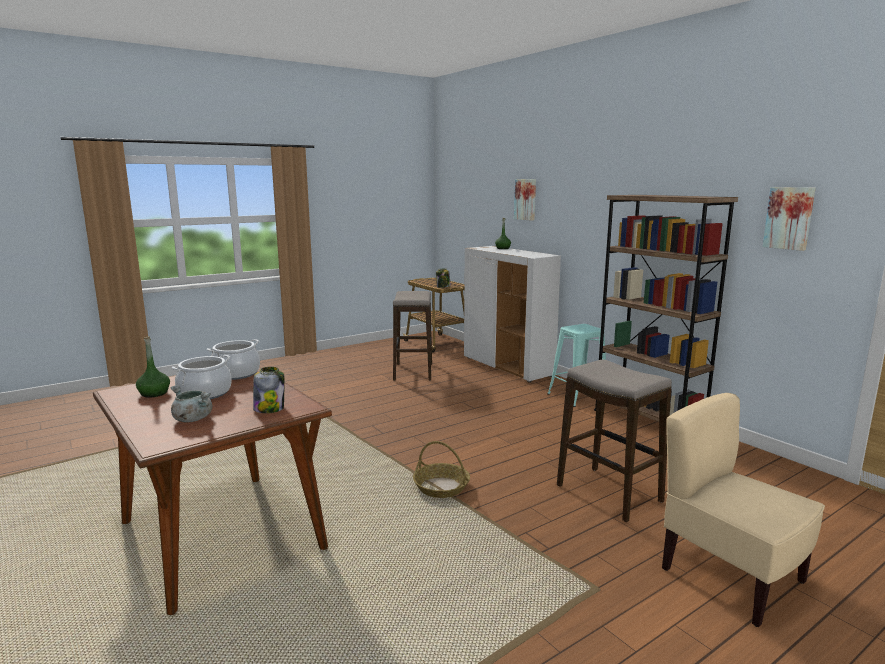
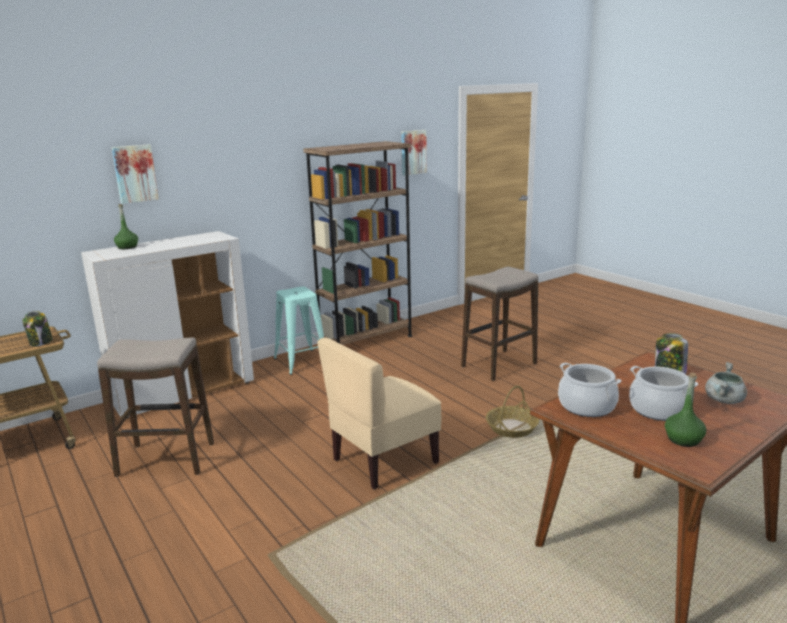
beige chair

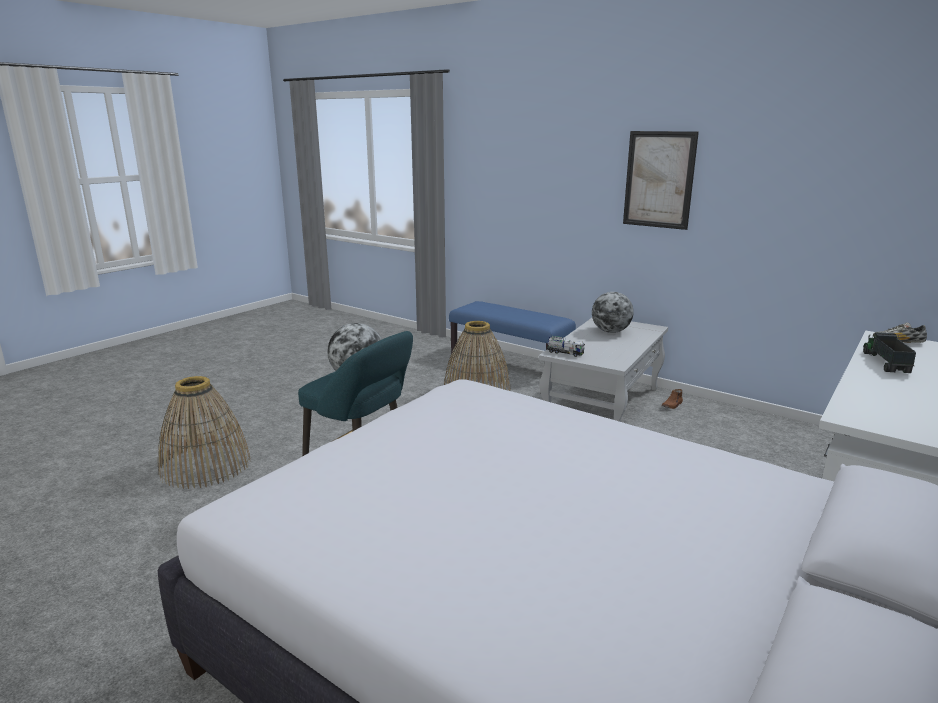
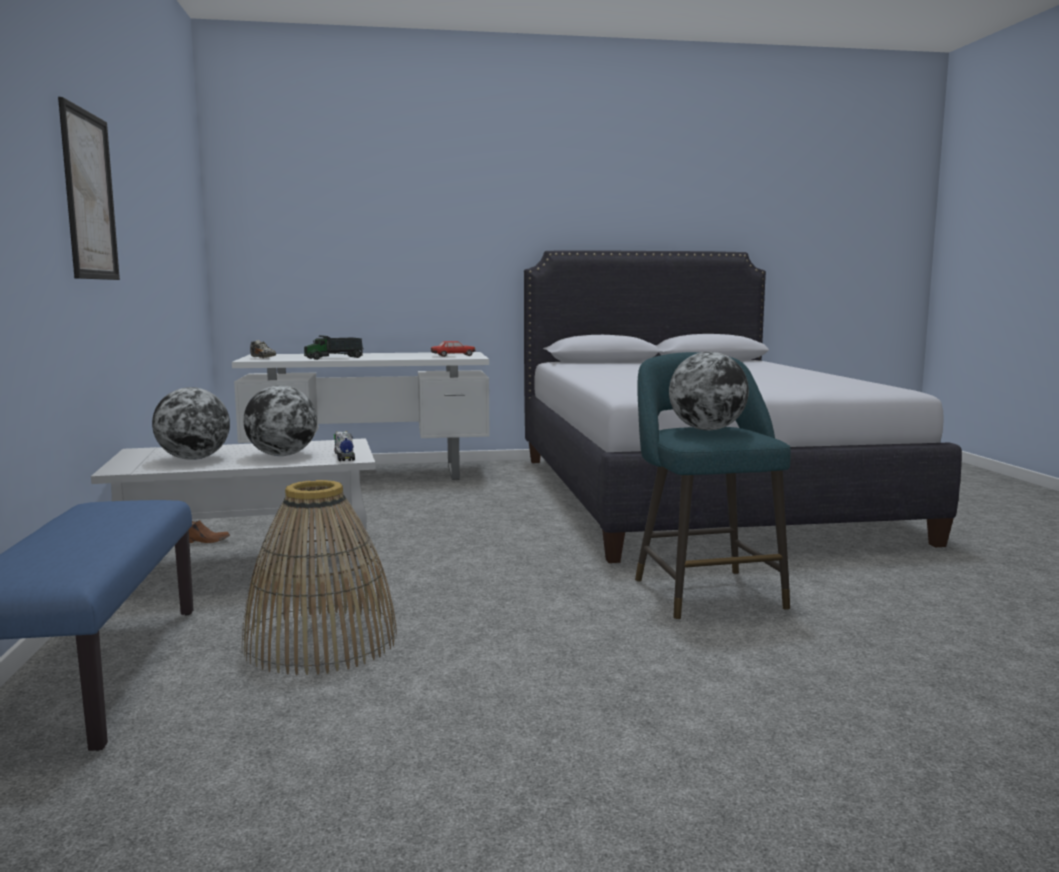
basket (no. 1 from left in the first image)
globe (no. 2 from left)
toy car

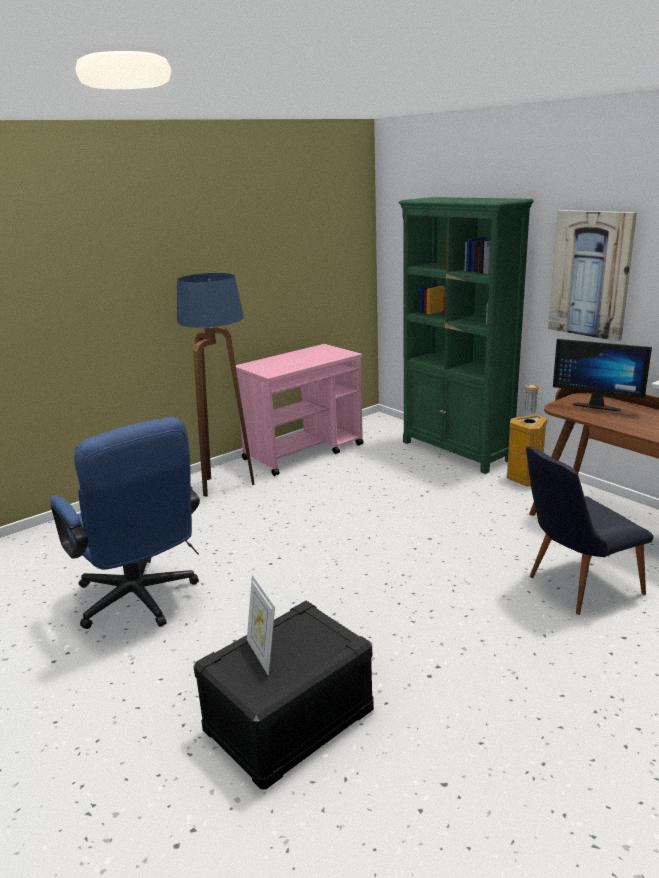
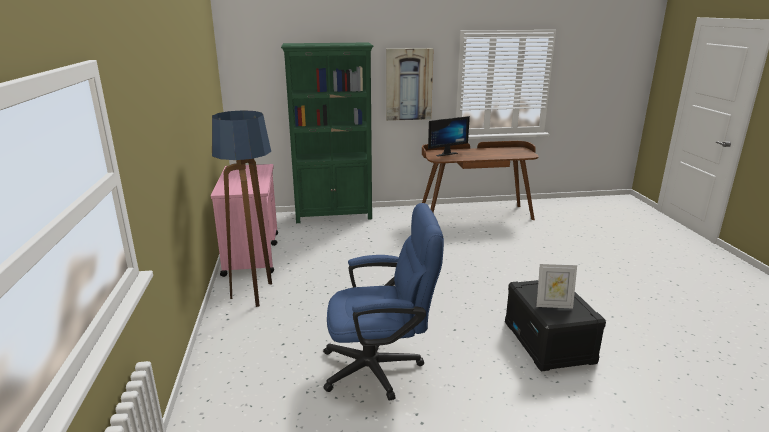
trash can
black chair

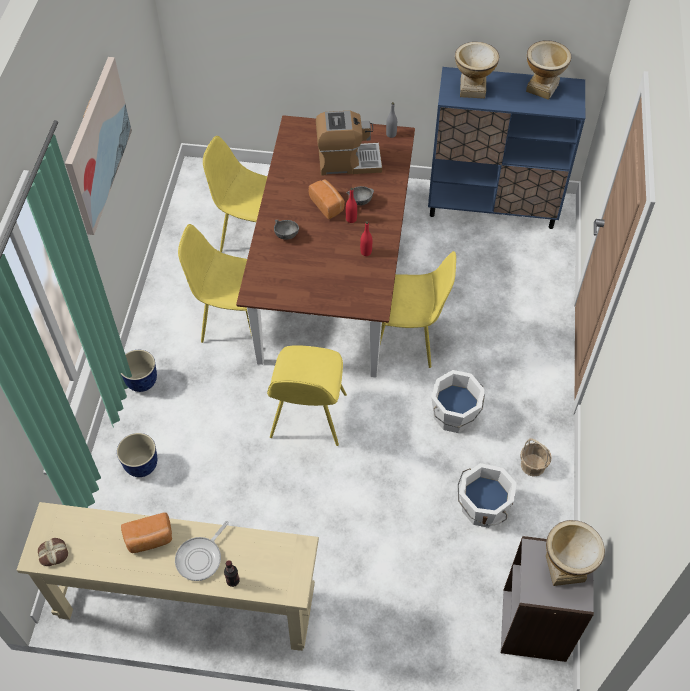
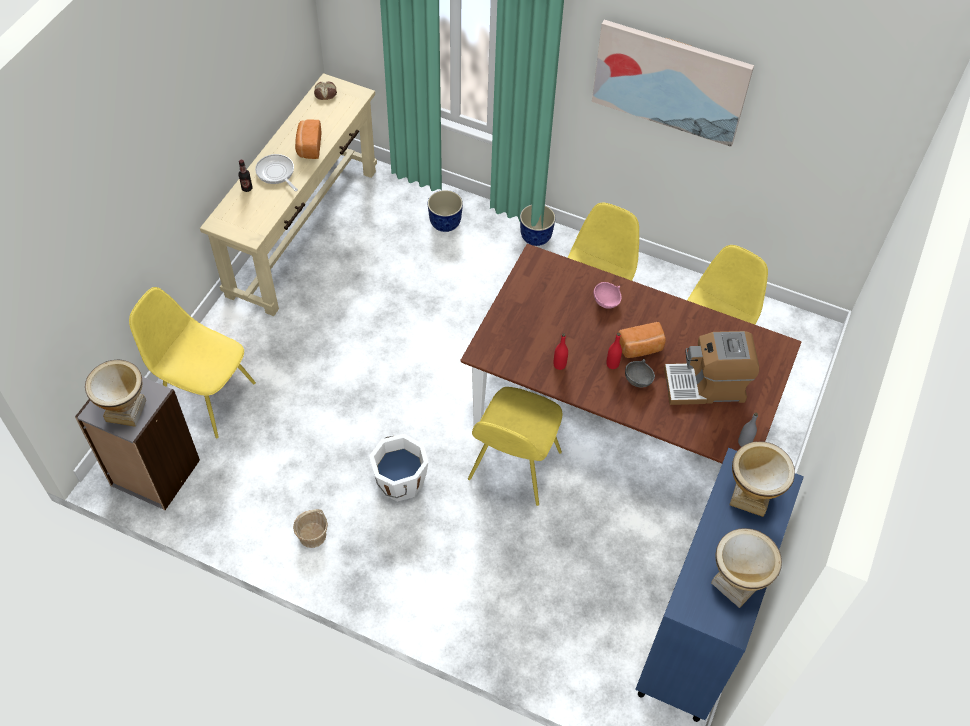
white bucket (no. 2 from left in the first image)
yellow chair (no. 1 from left)
pink bowl
coffee machine

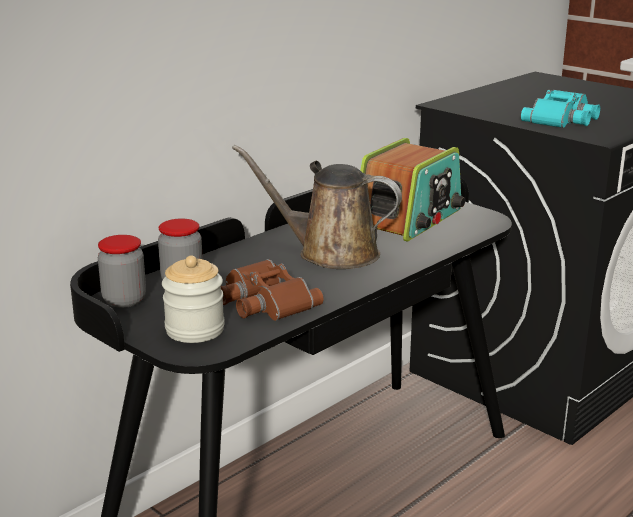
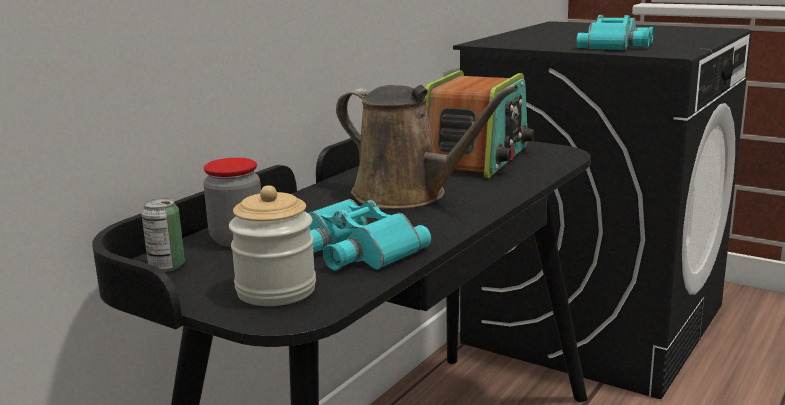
can
turquoise binoculars (no. 1 from left)
brown watering can

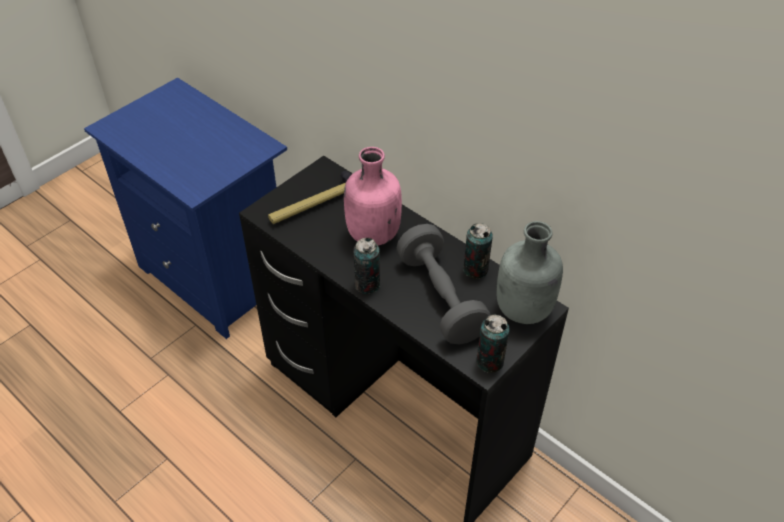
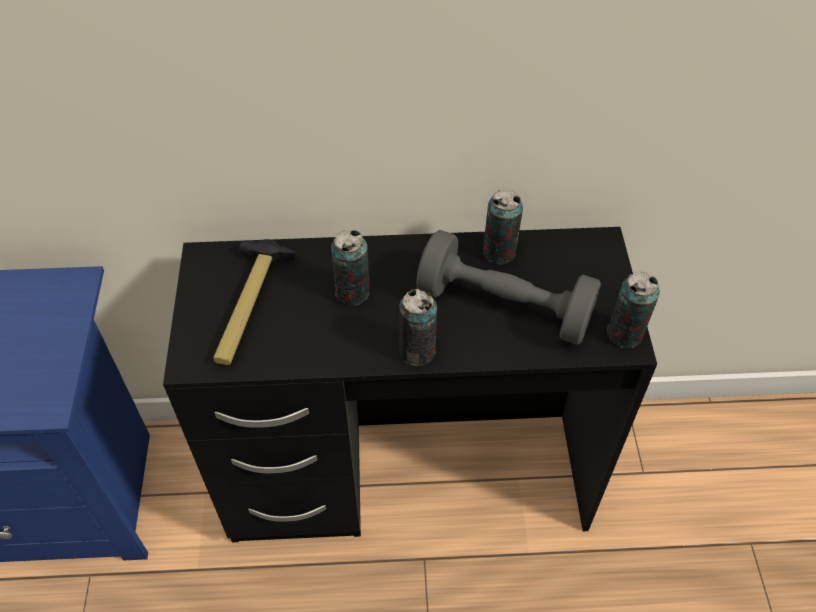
grey bottle
can (no. 1 from left)

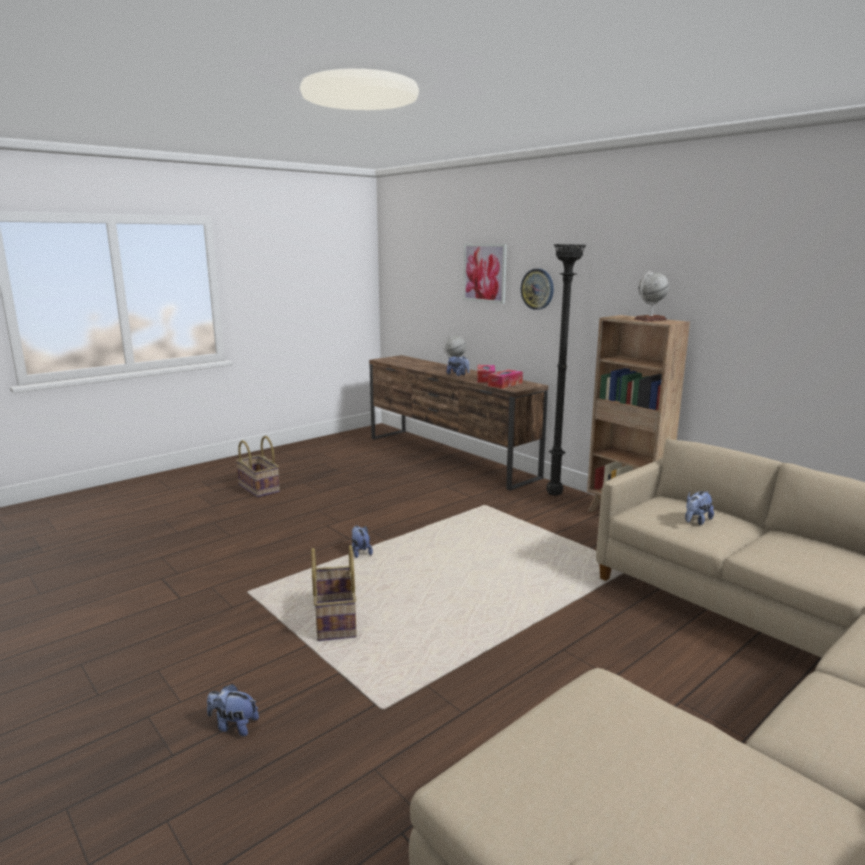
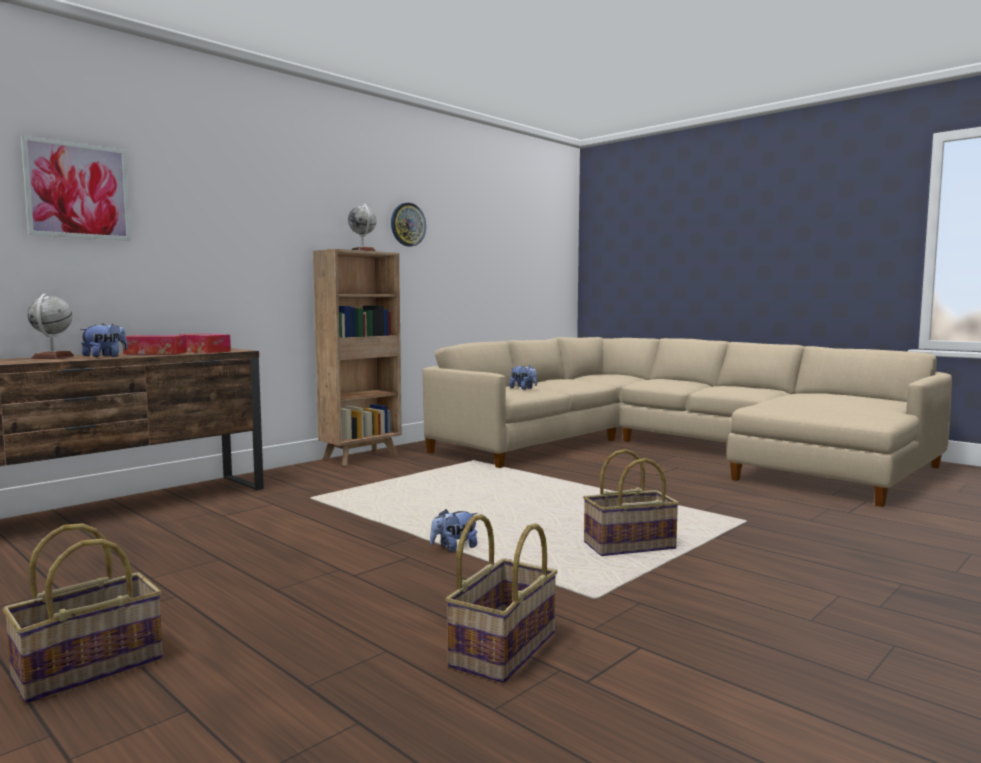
plush toy (no. 1 from left in the first image)
black floor lamp
basket (no. 2 from left)
wall clock

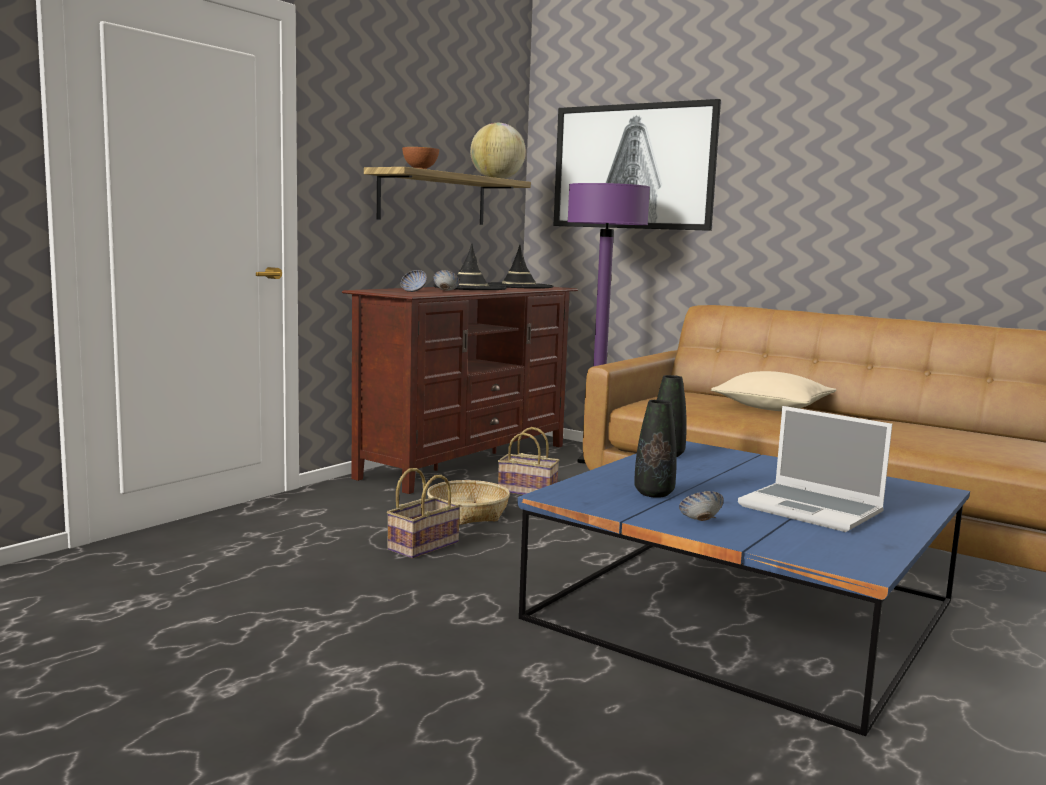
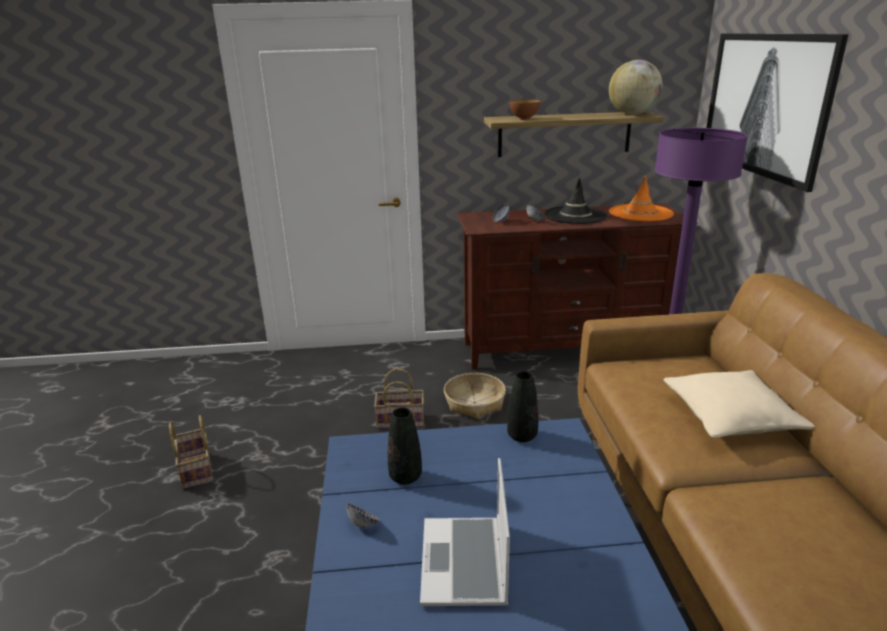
basket (no. 1 from left)
orange hat

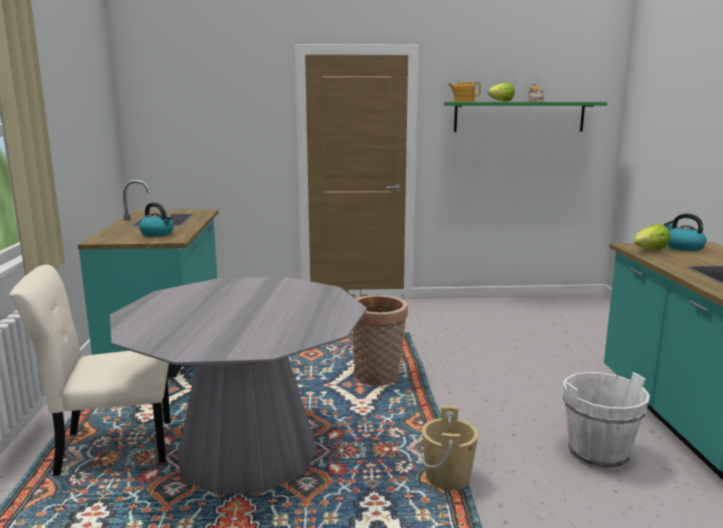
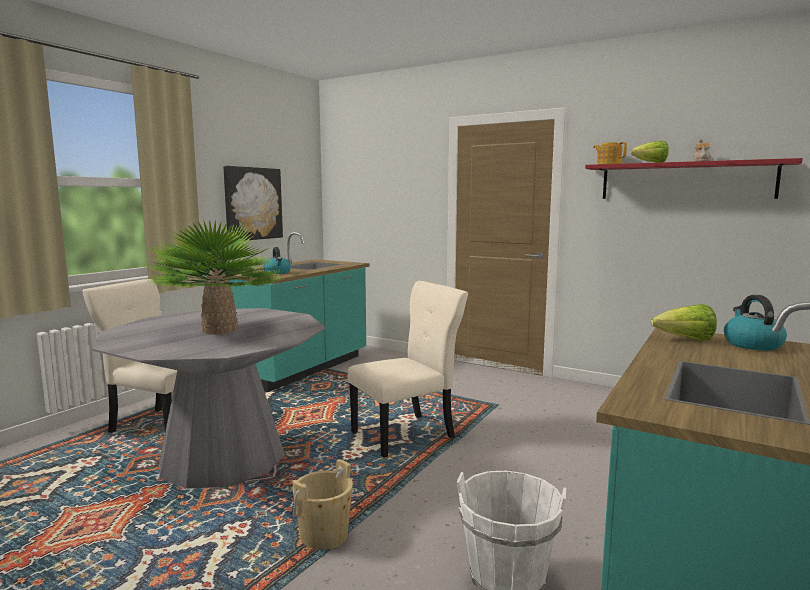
potted plant
picture
beige chair (no. 2 from left)
red shelf

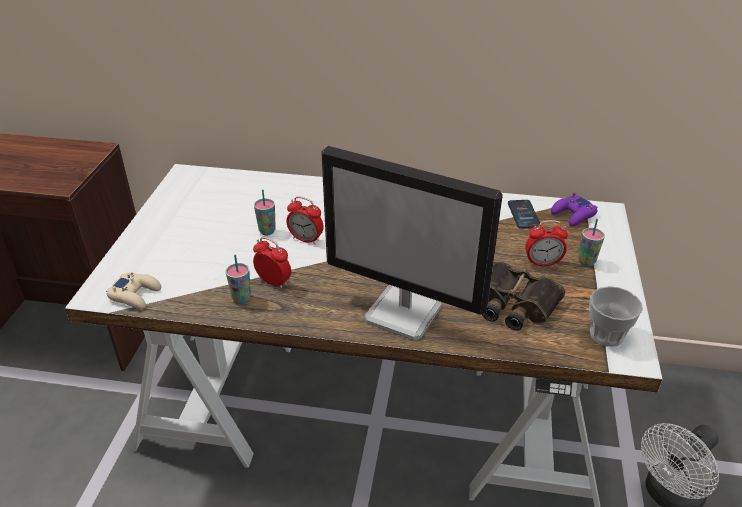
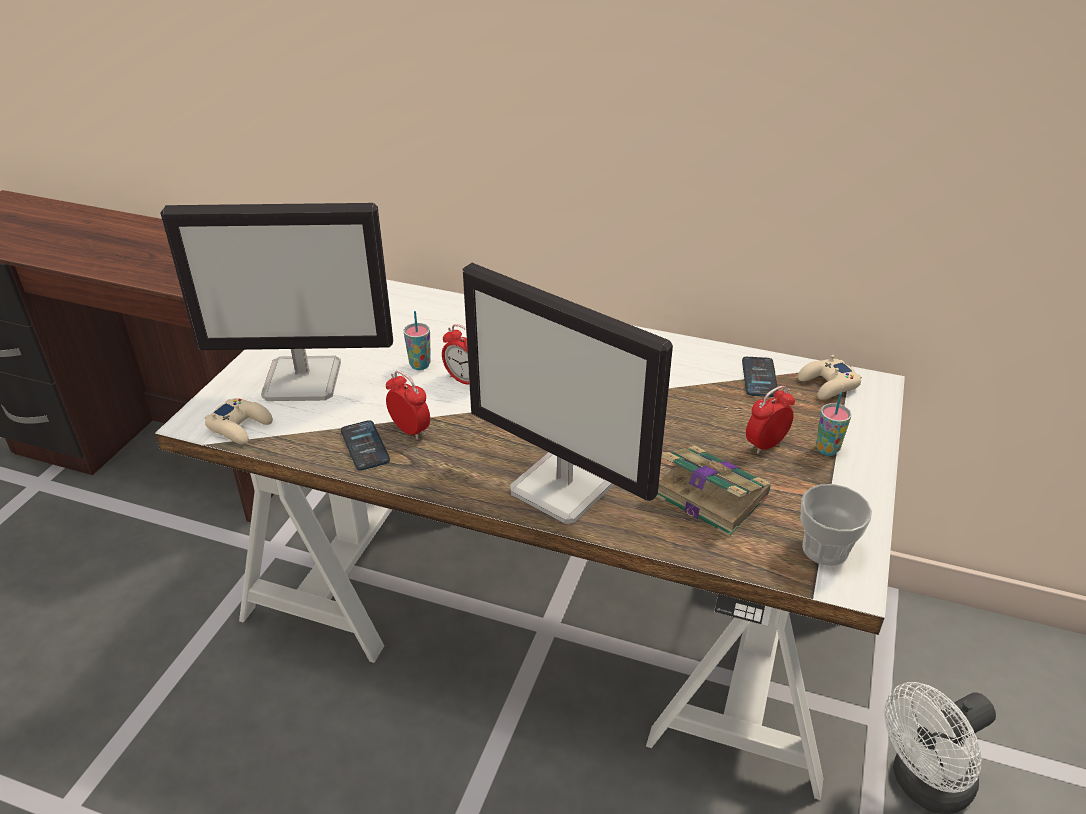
monitor (no. 1 from left)
phone (no. 1 from left)
book
beige game controller (no. 2 from left)
alarm clock (no. 3 from left)

